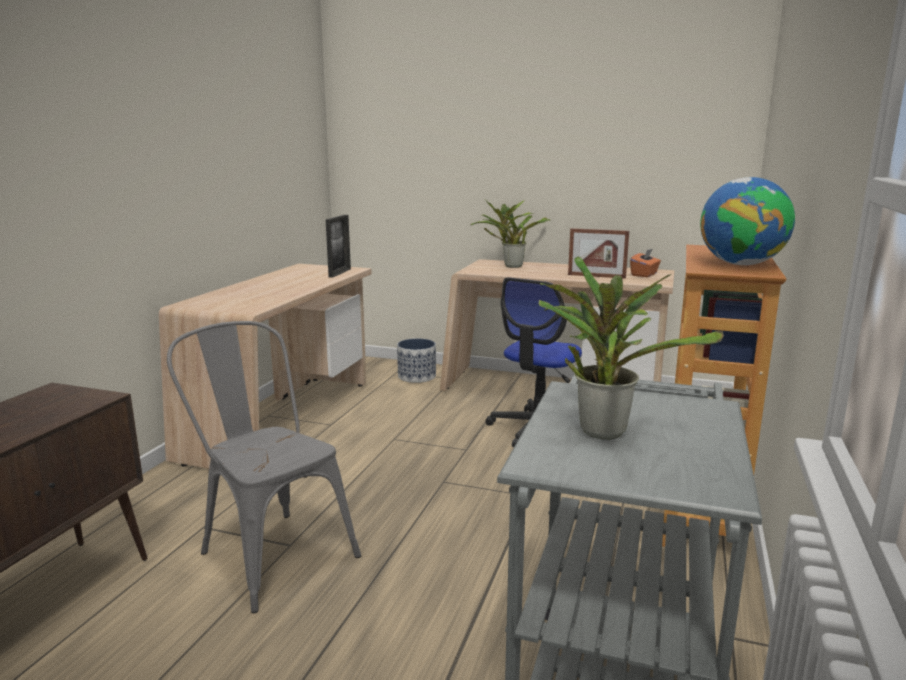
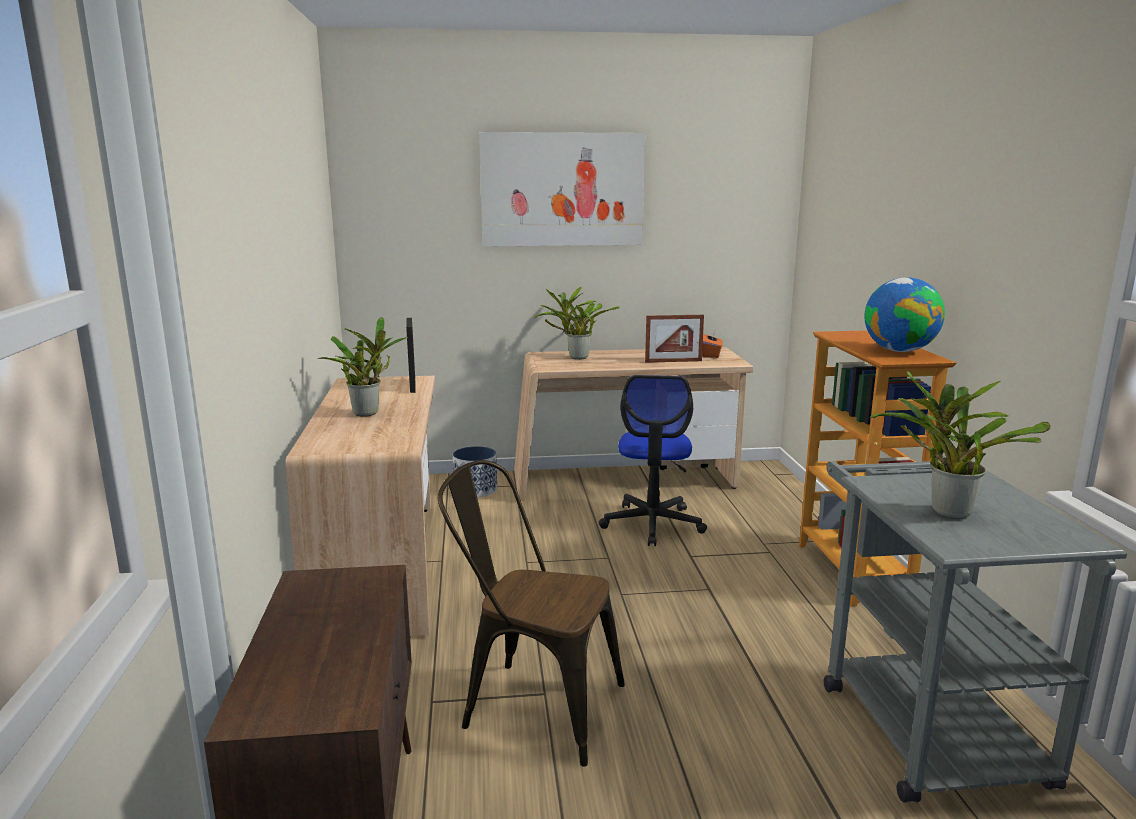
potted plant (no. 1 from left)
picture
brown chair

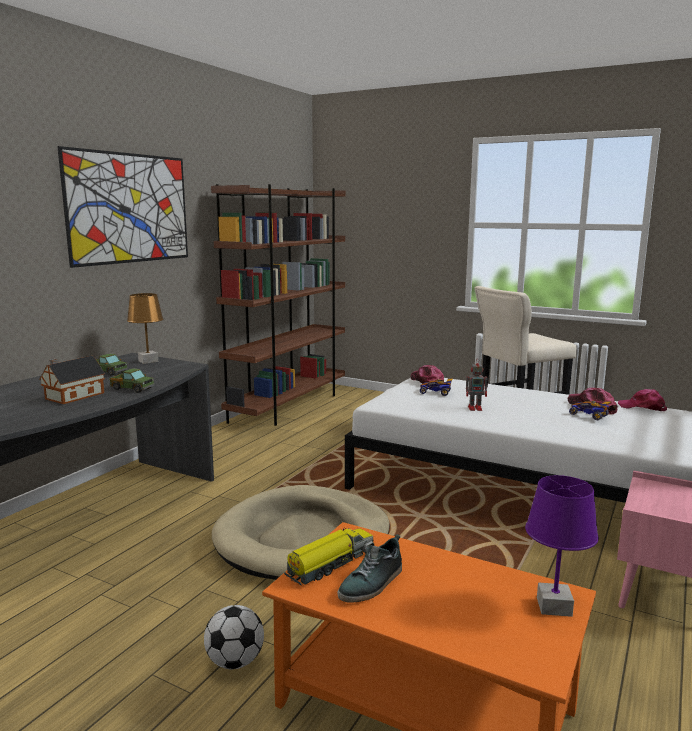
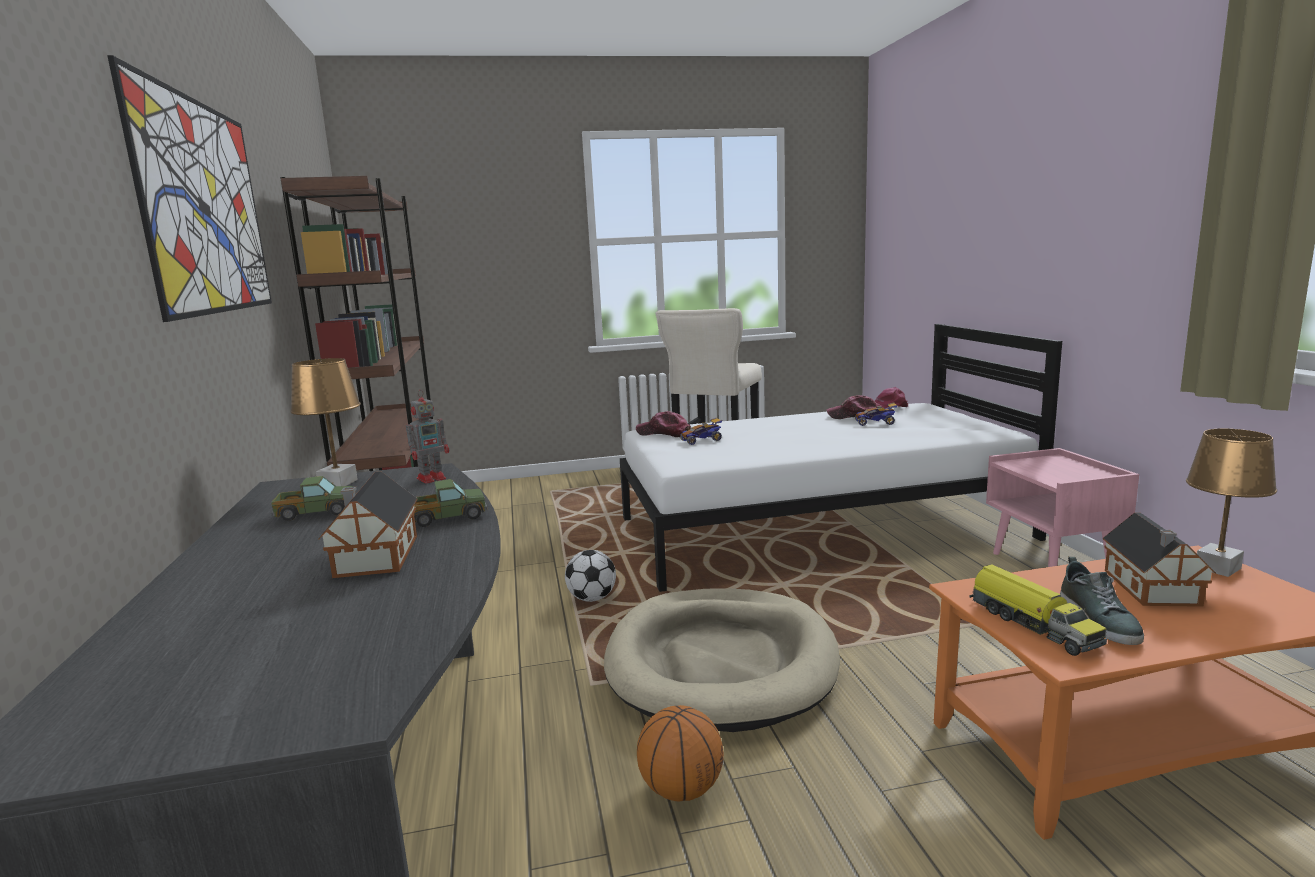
basketball
toy house (no. 2 from left)
football
toy robot
brown table lamp (no. 2 from left)
toy truck (no. 3 from left)

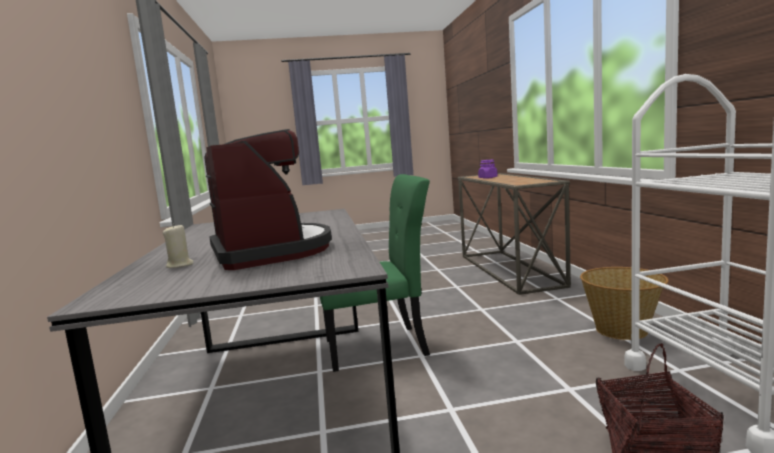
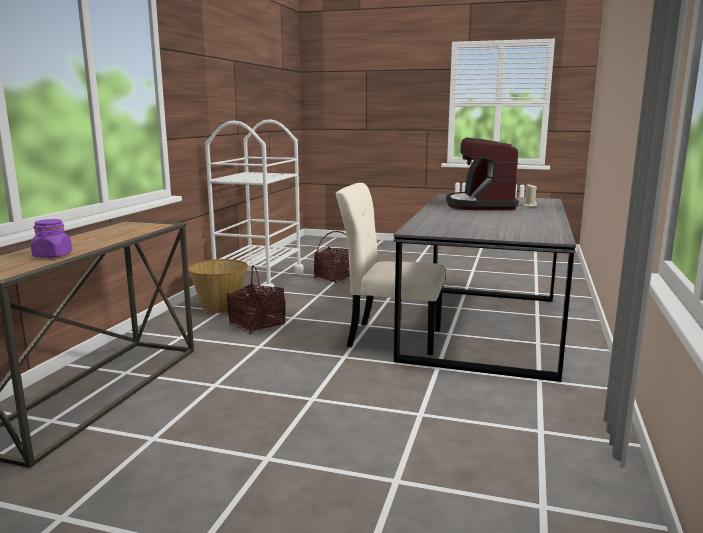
basket (no. 2 from left)
beige chair

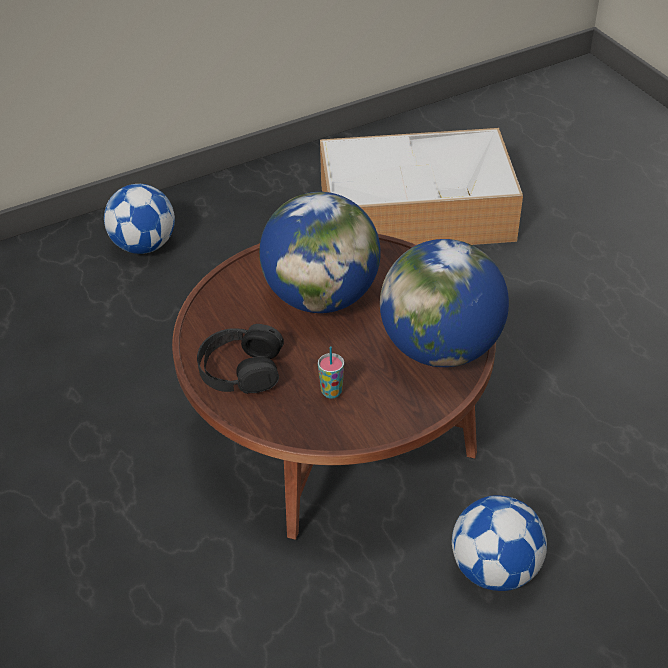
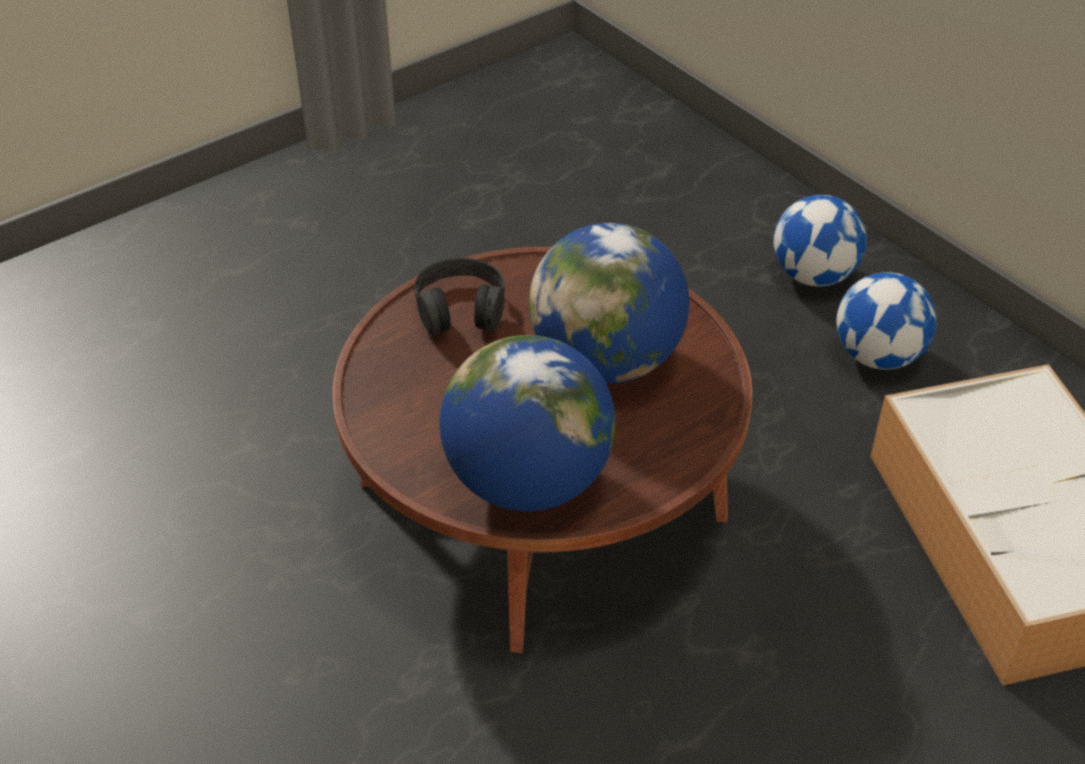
cup
football (no. 2 from left)

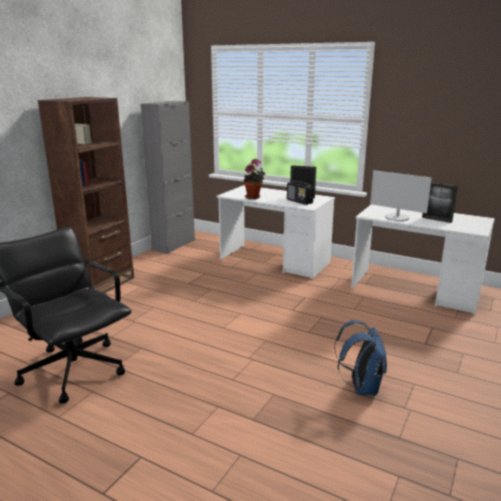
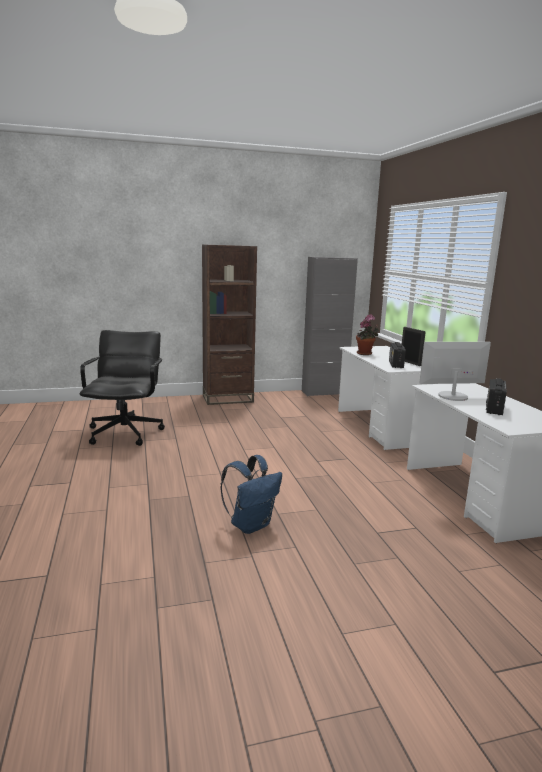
radio (no. 2 from left)
monitor

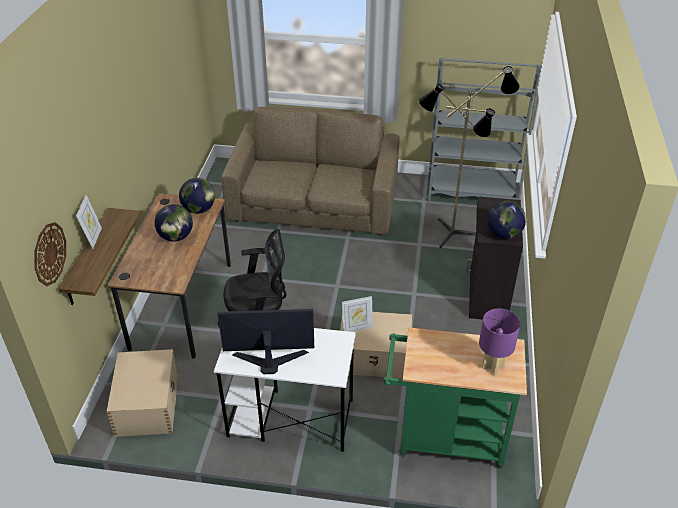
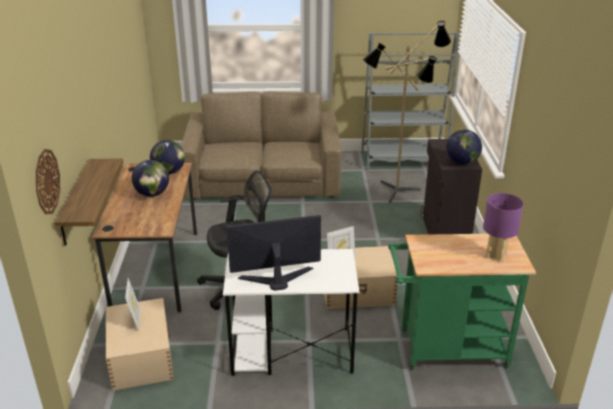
picture frame (no. 1 from left)

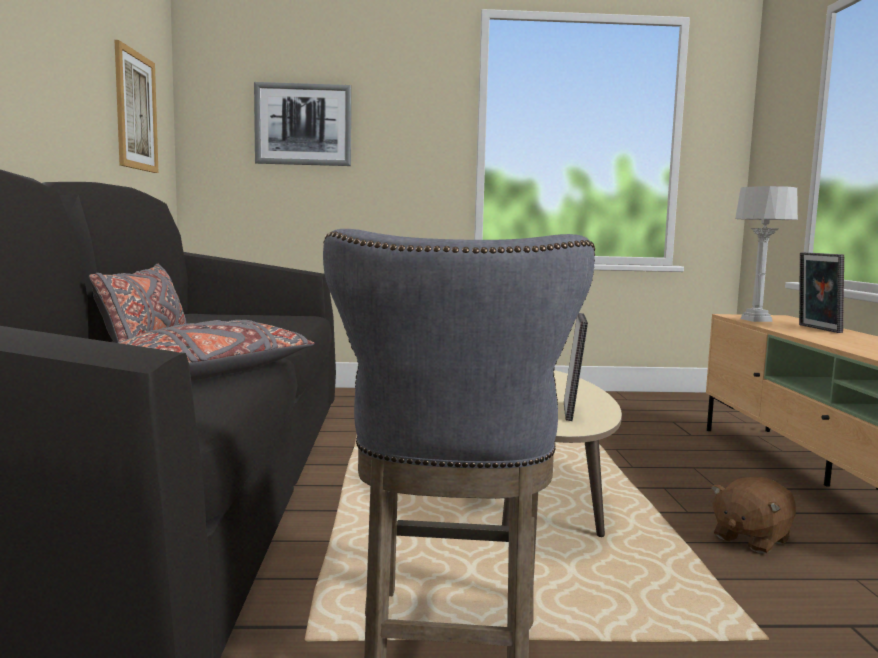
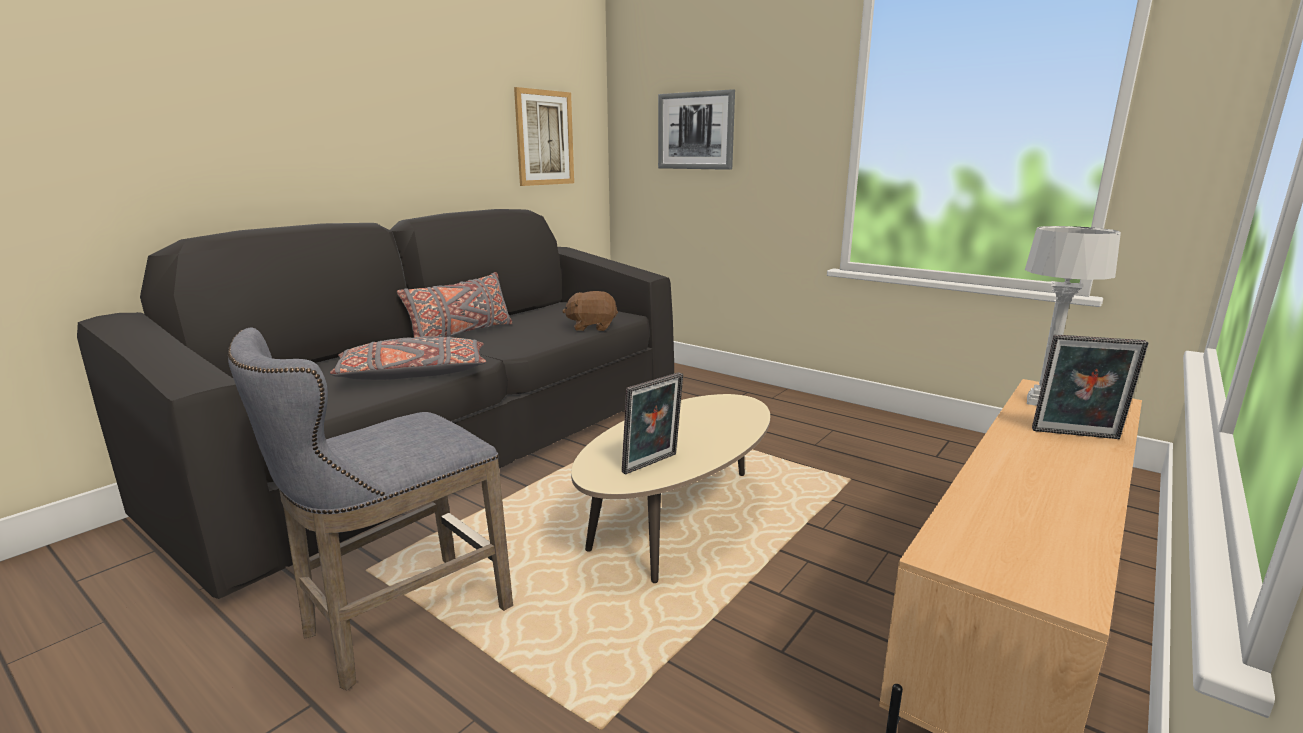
brown plush toy
picture frame (no. 2 from left)

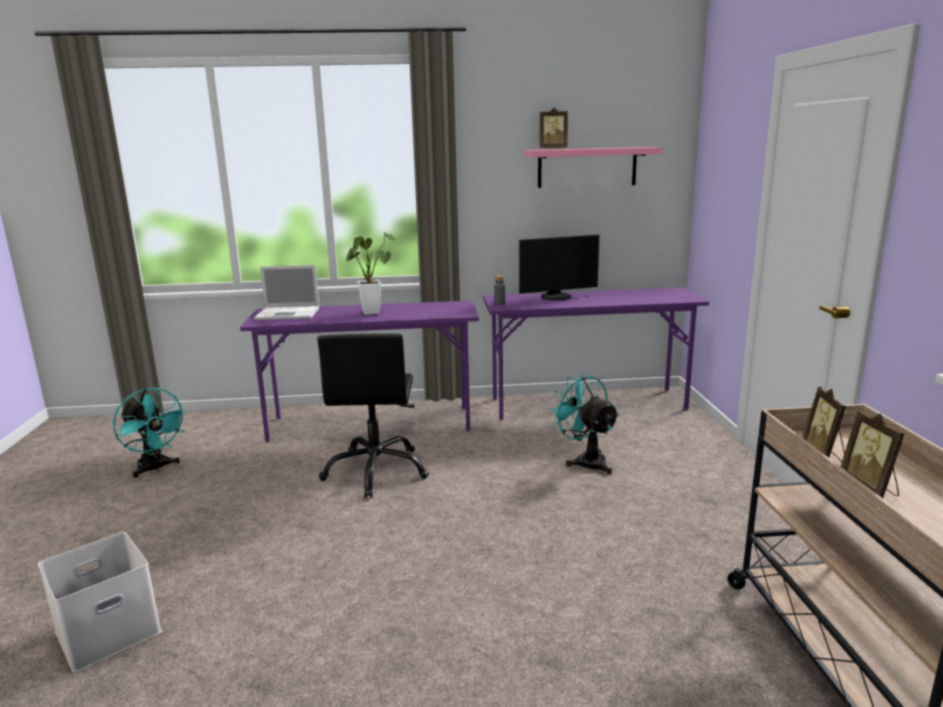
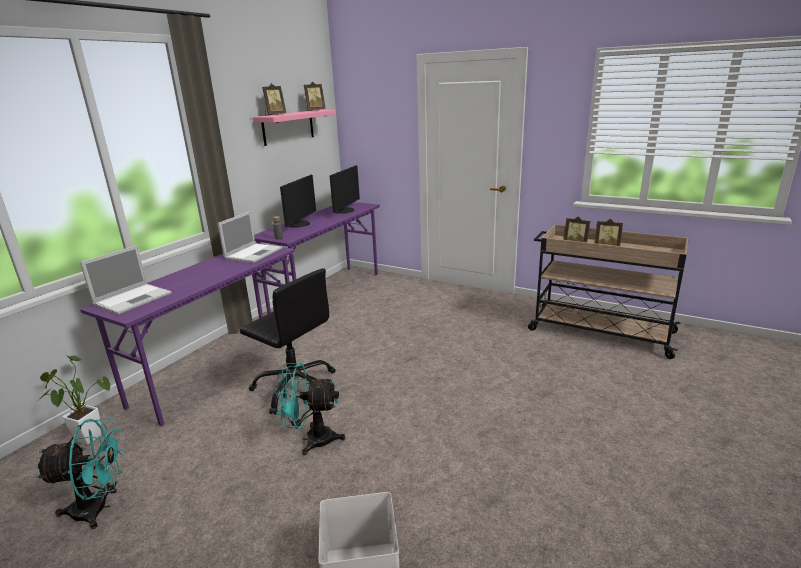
laptop (no. 2 from left)
picture frame (no. 2 from left)
monitor (no. 2 from left)
potted plant
turquoise fan (no. 2 from left)

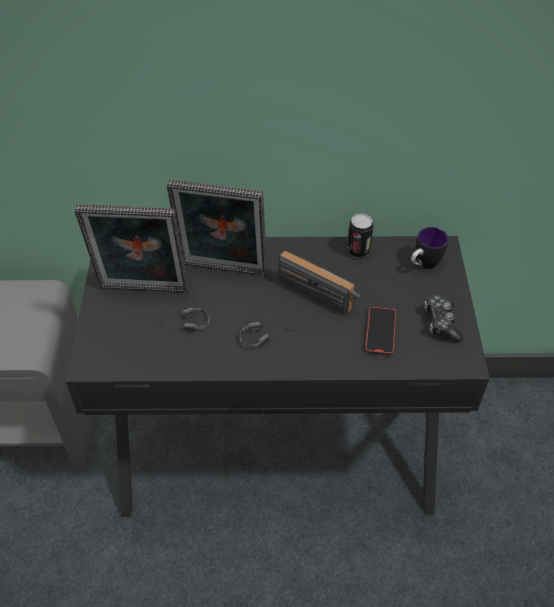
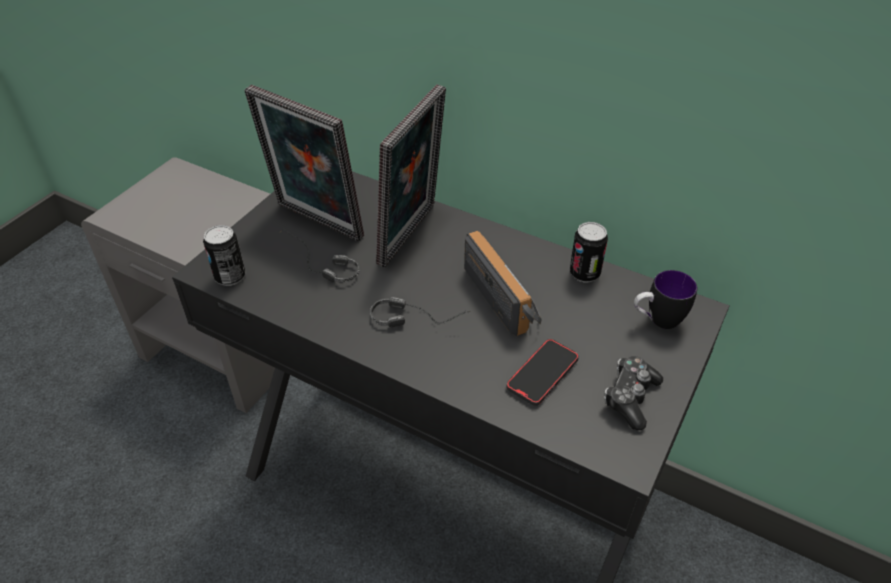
can (no. 1 from left)
picture frame (no. 2 from left)

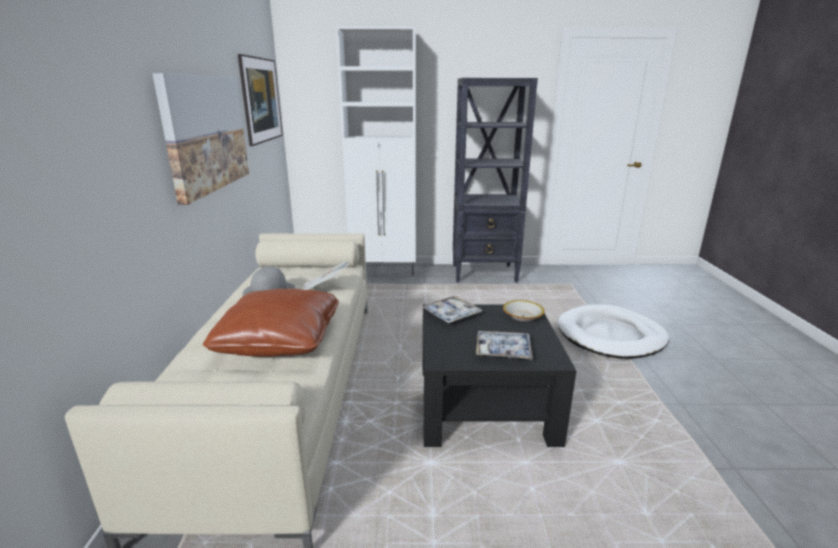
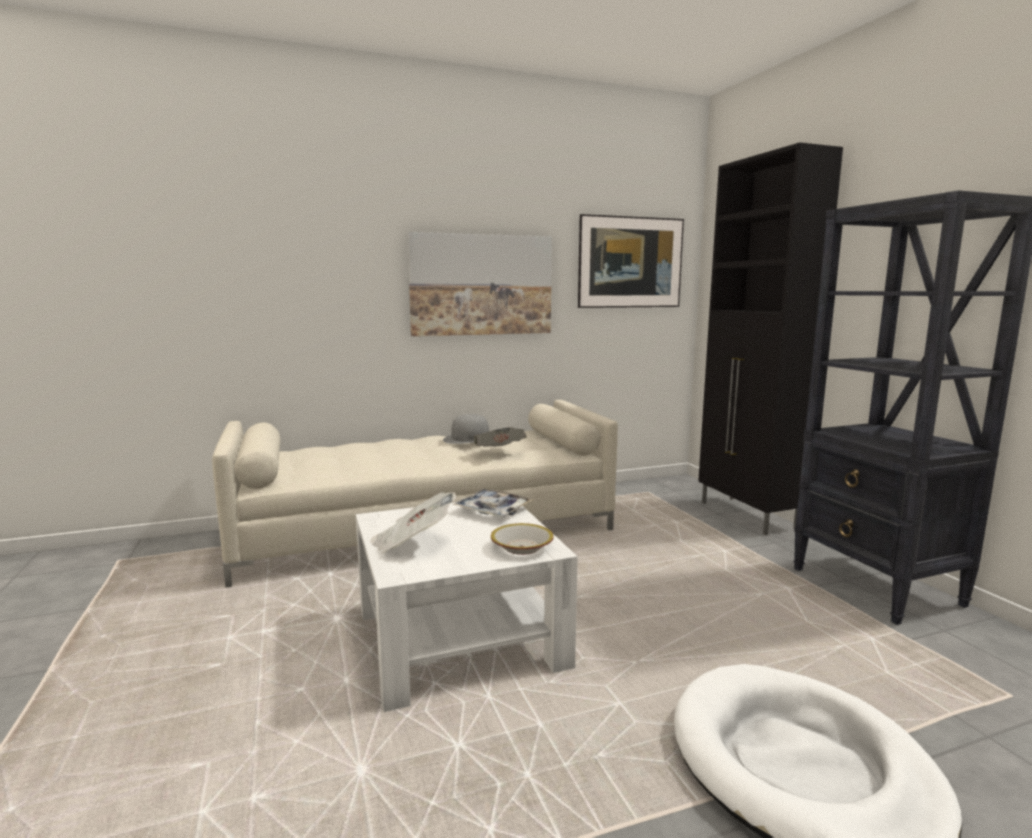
brown pillow
newspaper (no. 1 from left)
black cabinet
white coffee table

